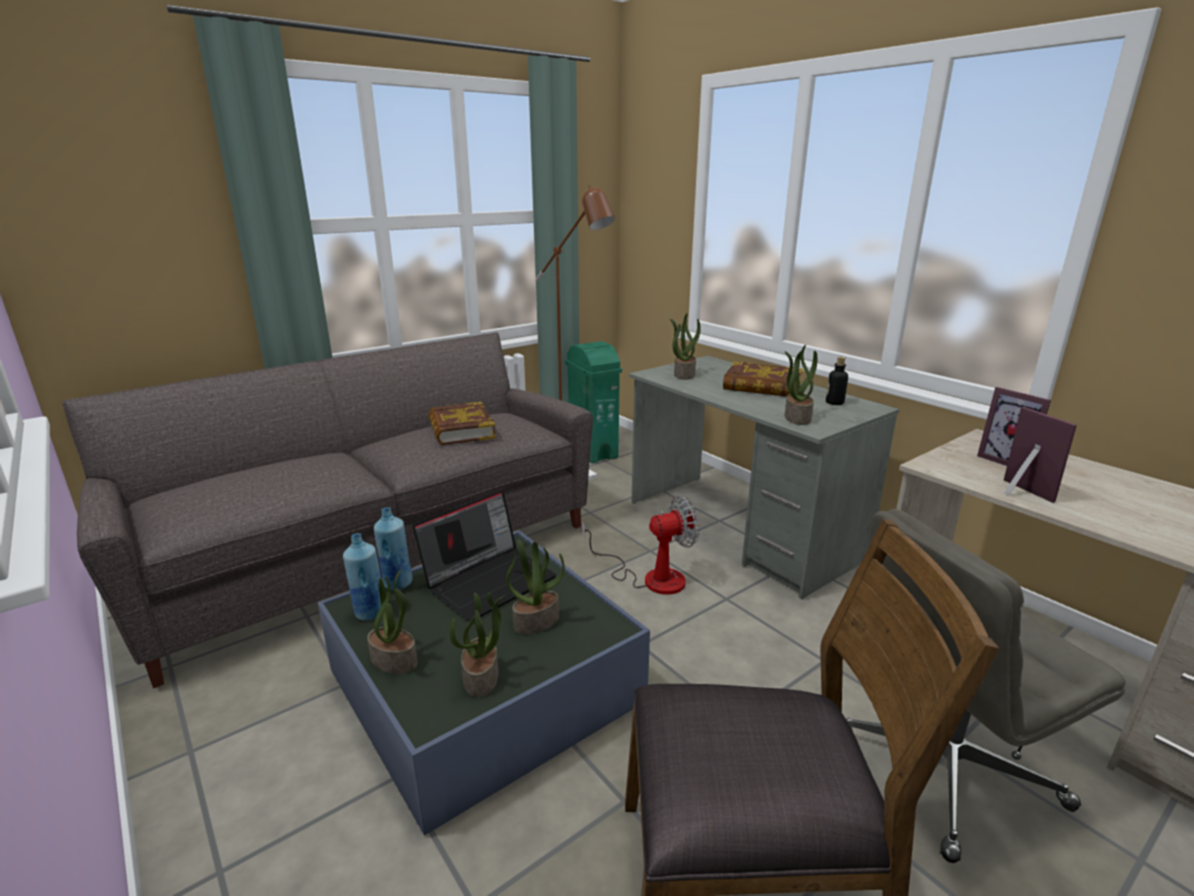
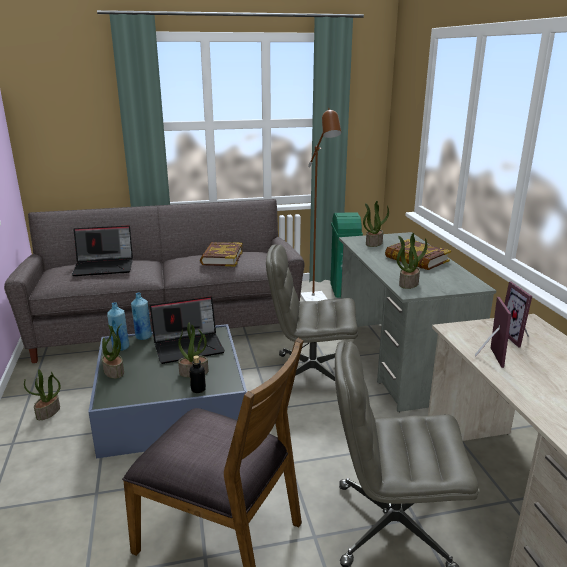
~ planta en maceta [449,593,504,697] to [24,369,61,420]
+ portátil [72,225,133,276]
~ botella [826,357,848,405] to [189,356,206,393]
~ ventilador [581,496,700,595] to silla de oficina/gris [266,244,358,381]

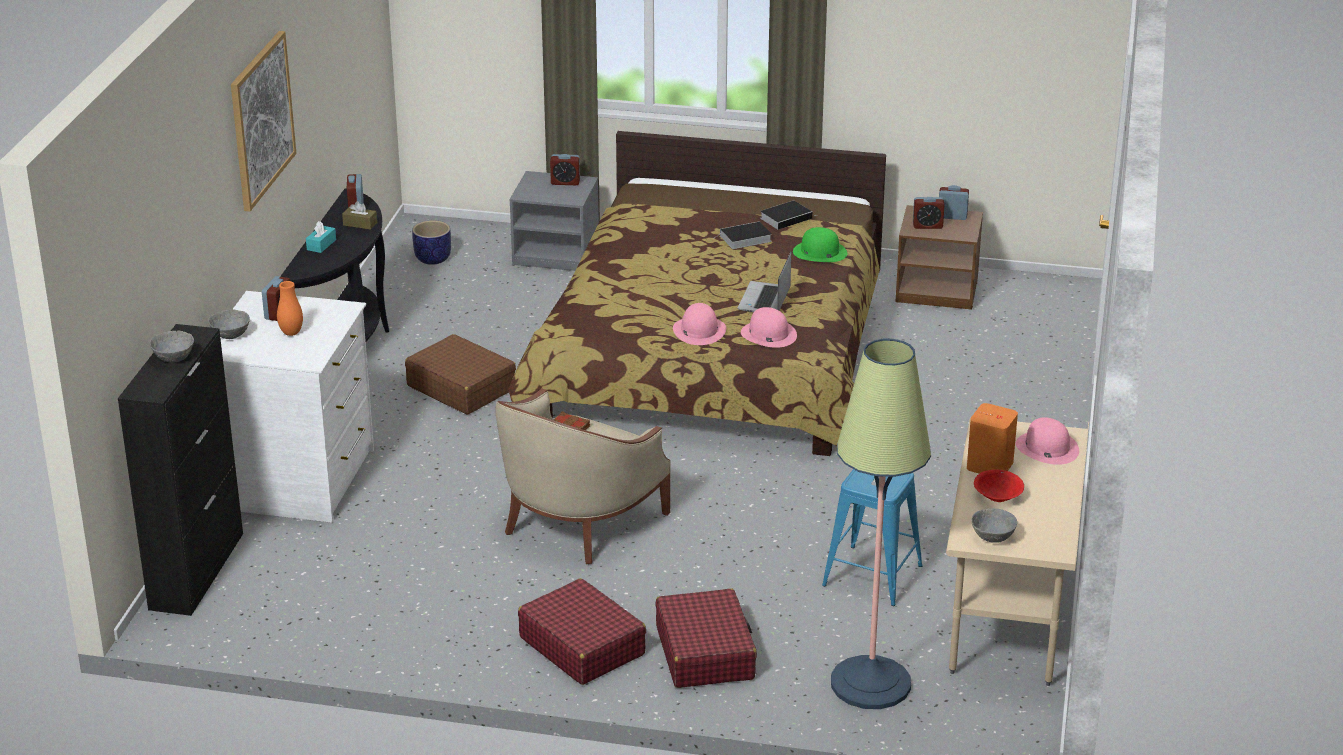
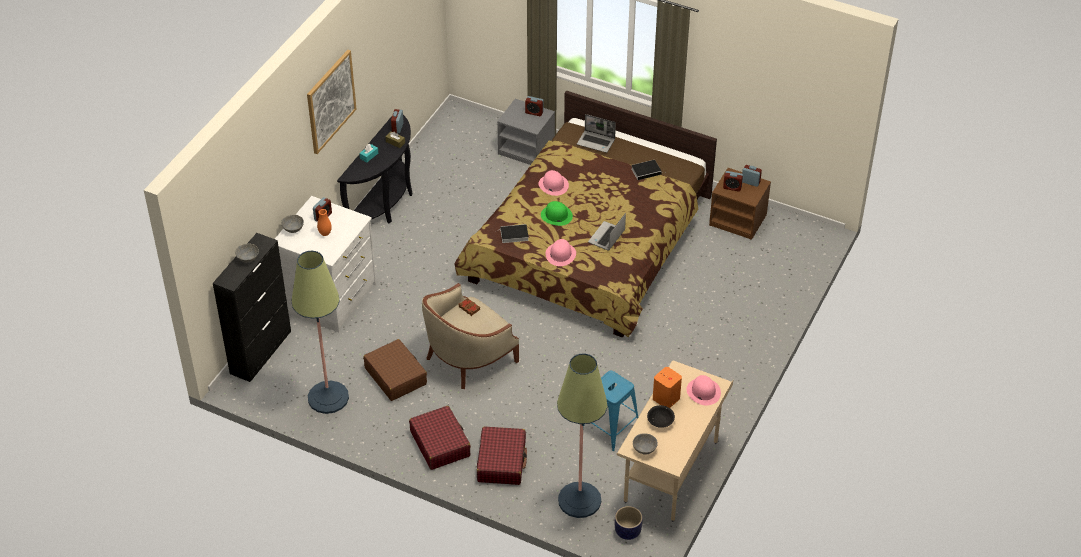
+ lámpara de pie [292,250,349,414]
~ maleta/marrón [405,334,516,414] to [363,339,427,401]
~ libro [713,221,772,249] to [500,224,529,243]
~ sombrero/rosa [741,307,797,348] to [538,170,569,196]
~ sombrero/verde [793,227,847,262] to [541,201,573,226]
+ portátil [577,114,616,153]
~ maceta [412,220,451,265] to [615,506,643,540]
~ cuenco/rojo [974,470,1024,502] to cuenco/negro [647,405,675,428]

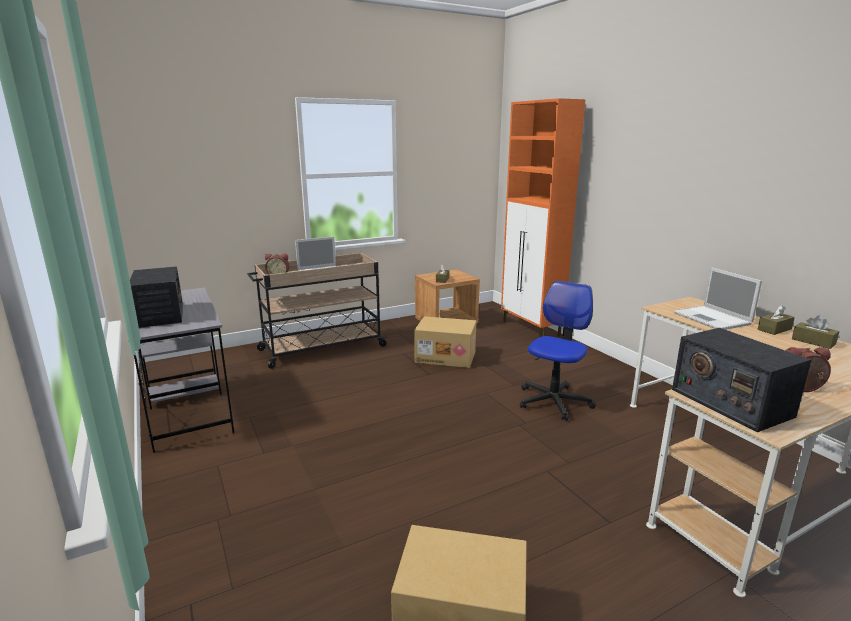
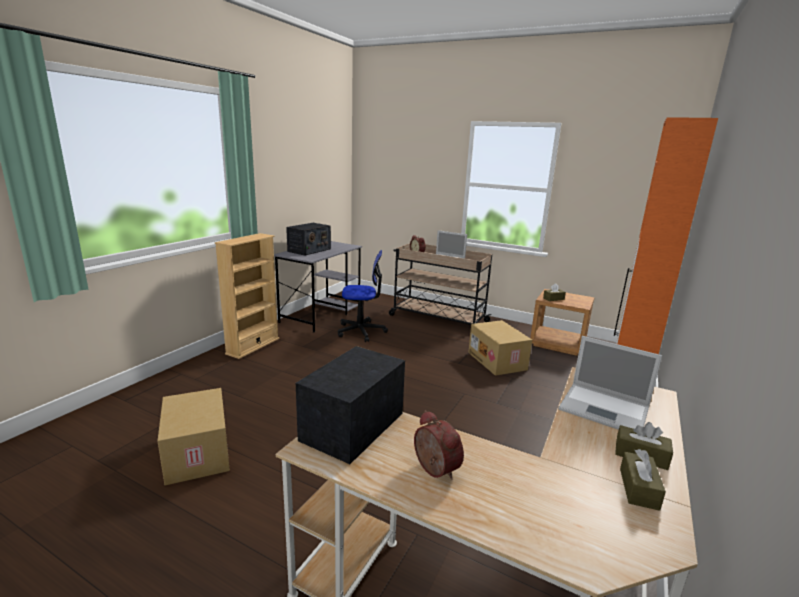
+ estantería/beis [215,233,280,359]
~ silla de oficina [520,281,596,421] to [338,250,388,342]
~ portátil [674,267,762,330] = [558,336,662,430] 90 degrees counterclockwise

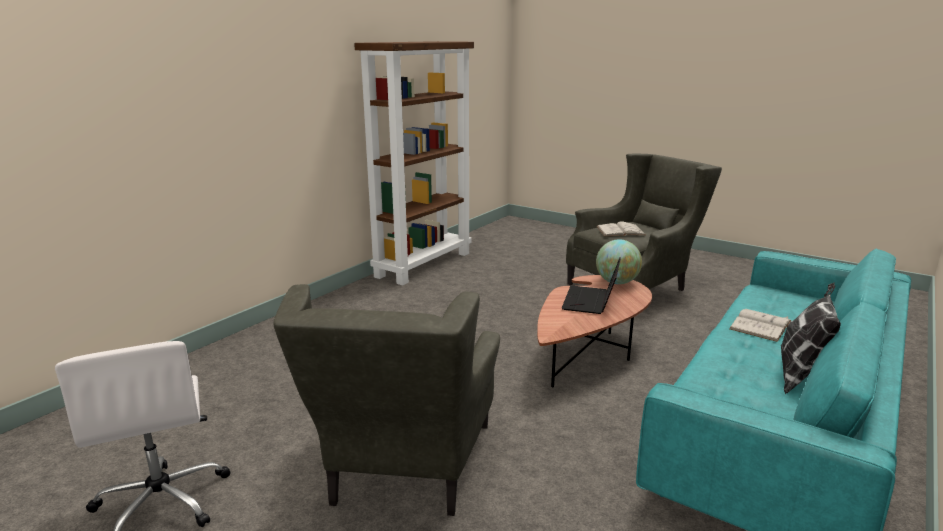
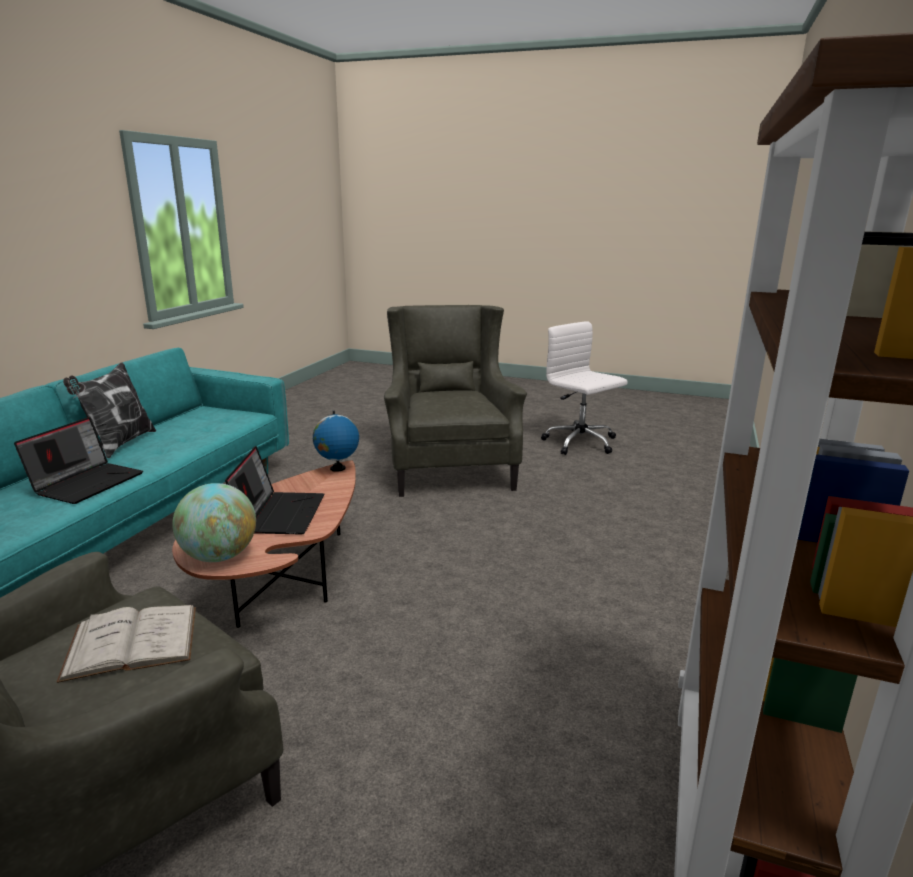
~ libro/blanco [729,309,791,342] to portátil [14,417,143,504]
+ globo terráqueo [313,411,359,472]

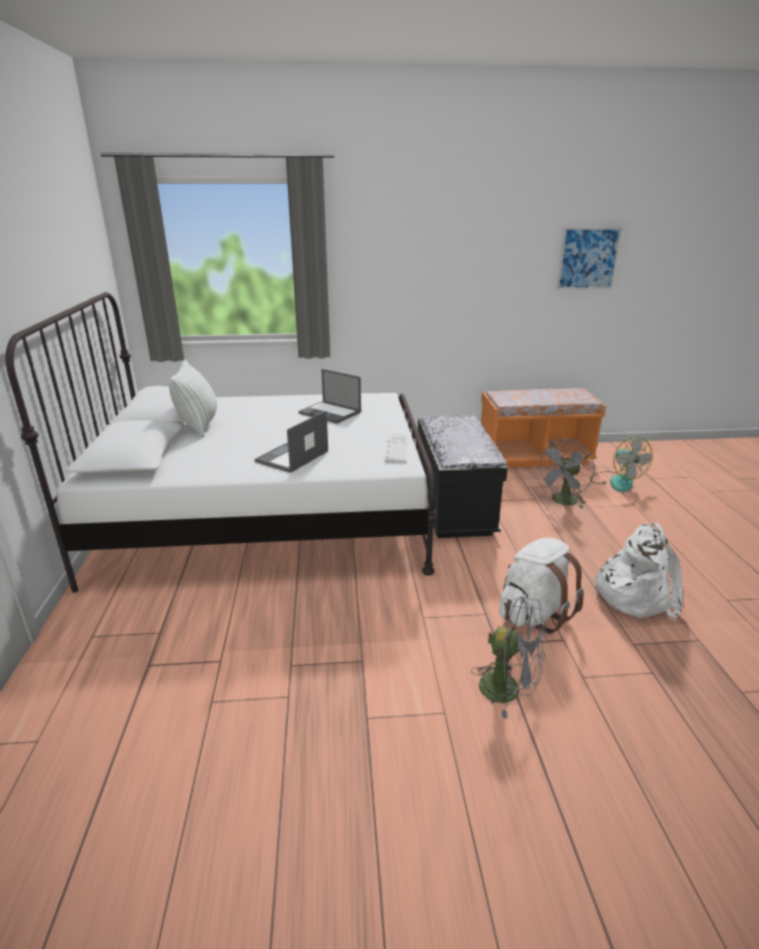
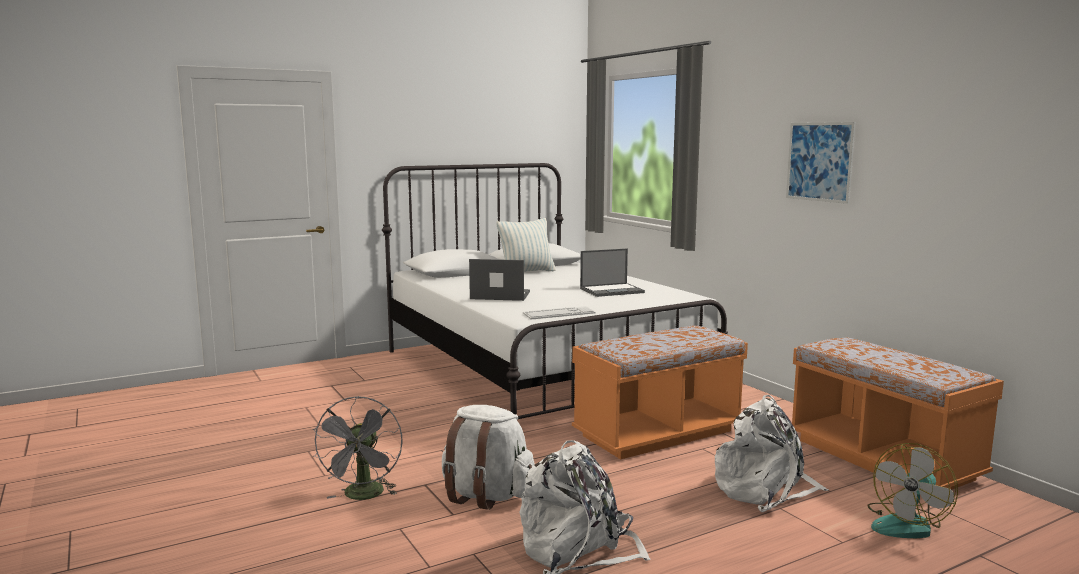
~ banco/negro [418,415,508,538] to banco/naranja [572,325,748,459]
~ portátil [298,369,361,424] = [580,248,645,297] 120 degrees counterclockwise
~ ventilador/gris [536,439,595,508] to mochila/blanco [715,395,829,512]
~ cuadro [557,227,623,290] to [786,122,856,204]

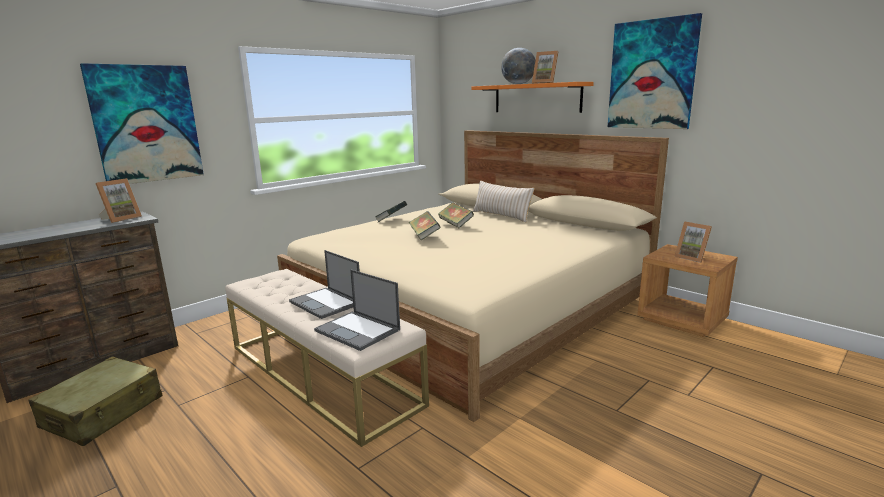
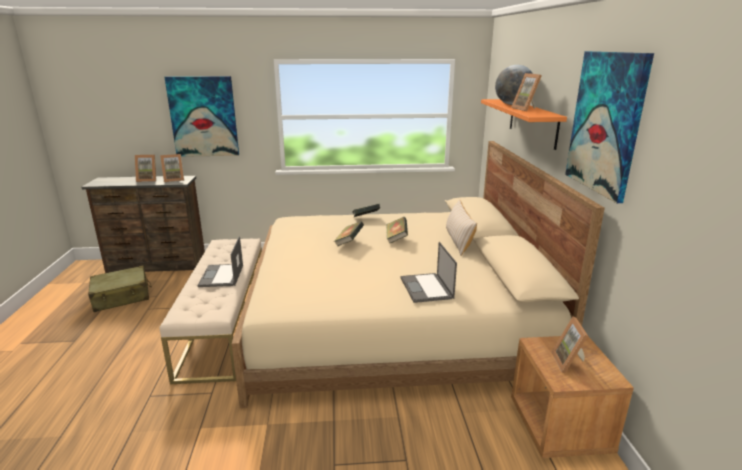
+ portarretratos [135,155,156,182]
~ portátil [314,269,400,351] to [401,242,457,303]

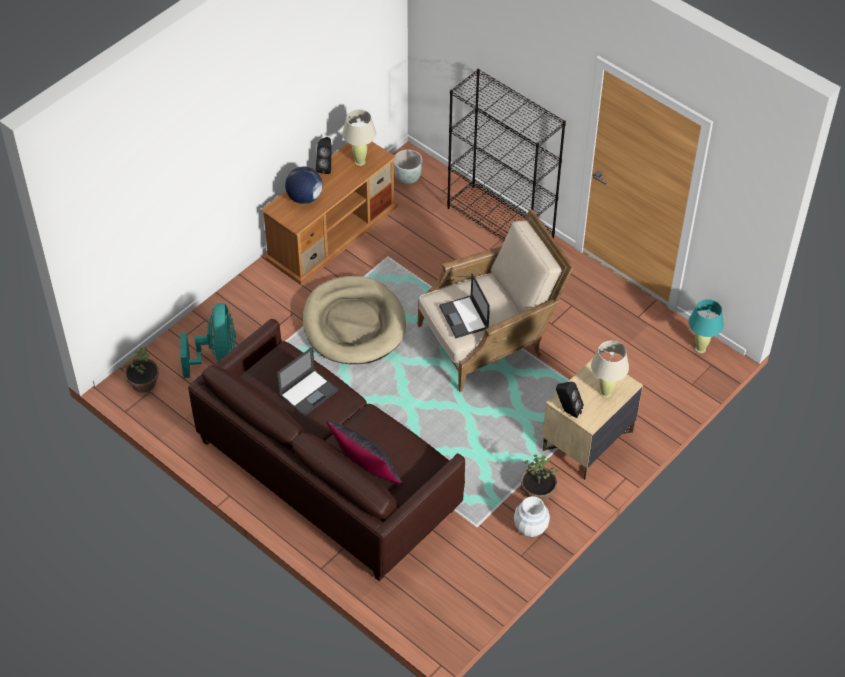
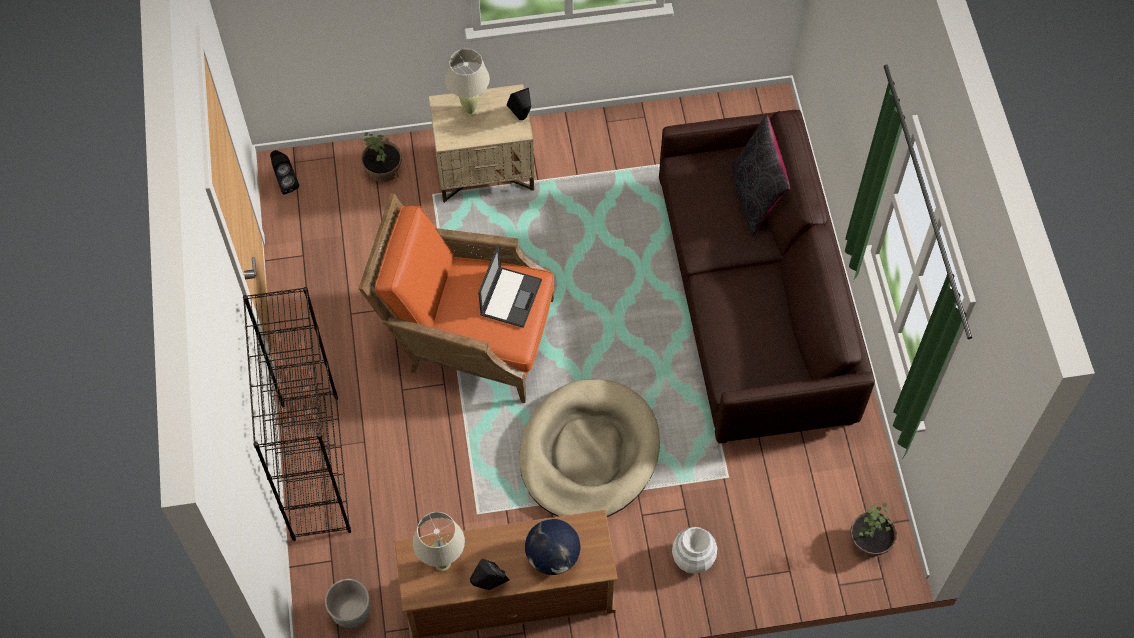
~ lámpara de mesa/turquesa [689,299,724,353] to altavoz/negro [270,150,299,195]
~ sillón/beis [418,209,574,392] to sillón/naranja [358,193,554,403]
~ planta en maceta [520,454,559,502] to [361,132,402,182]
~ florero/blanco [514,496,550,538] to [672,527,717,574]
- ventilador/turquesa [180,303,236,378]
- portátil [277,347,338,417]

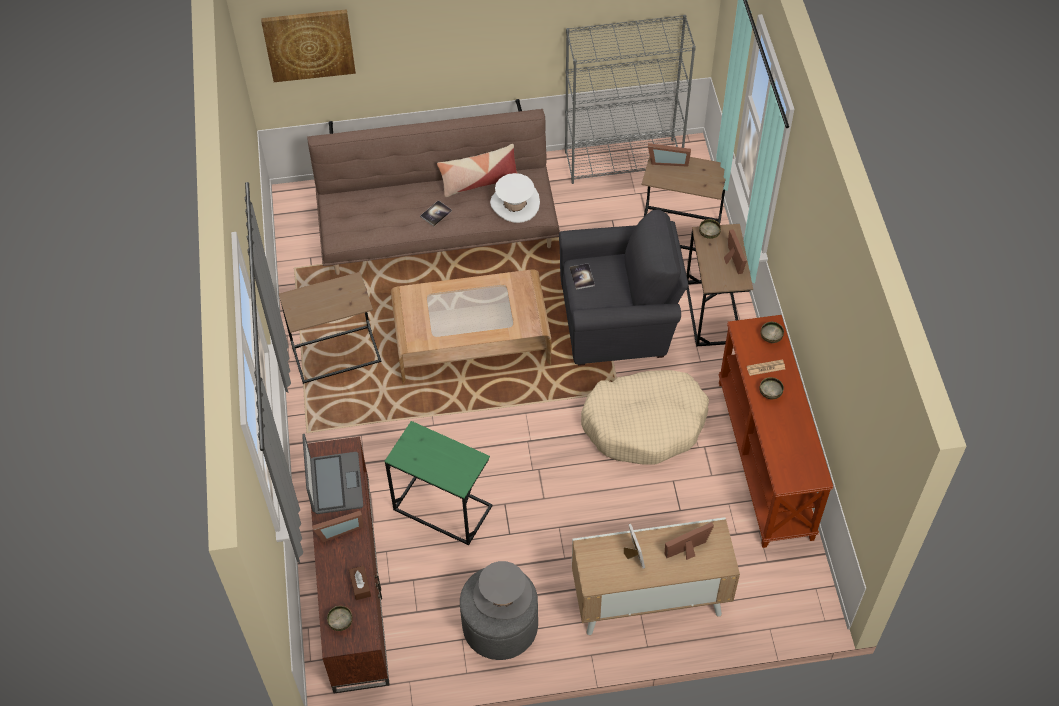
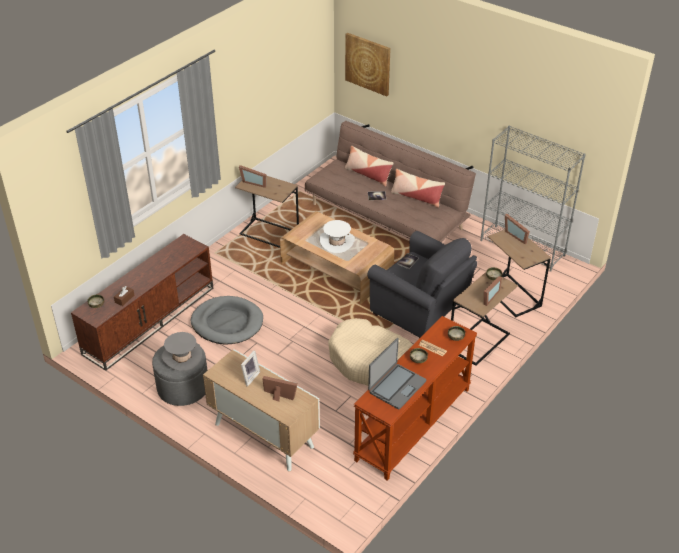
~ mesa auxiliar/verde [384,421,493,545] to cama para perro/gris [191,296,263,344]
~ portarretratos [312,511,363,542] to [239,165,266,188]
~ sombrero/blanco [490,173,540,223] to [319,220,355,253]
+ cojín [345,146,394,187]
~ portátil [302,434,363,514] to [368,338,426,409]

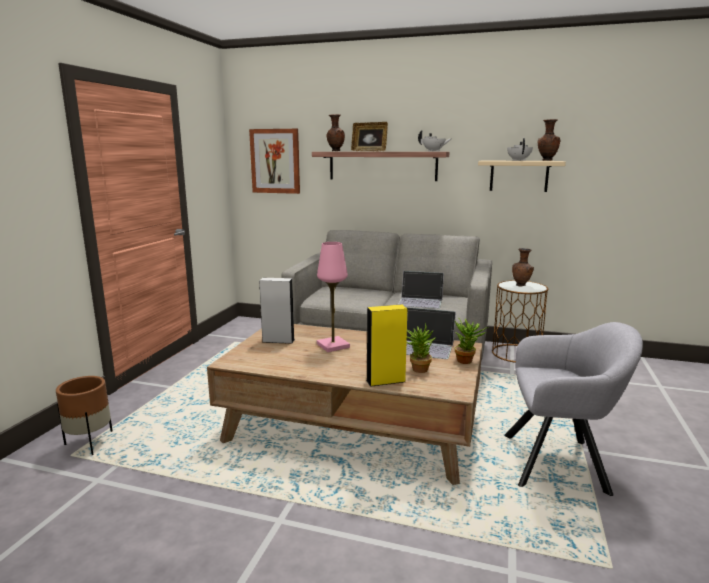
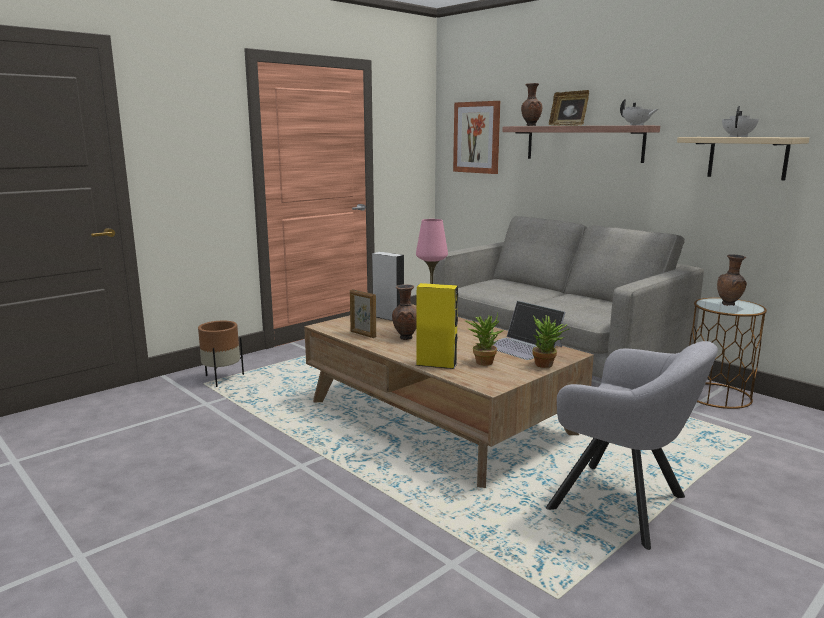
+ portarretratos [350,289,376,338]
~ florero/marrón [538,119,560,161] to [392,284,417,340]
- portátil [398,271,444,309]

